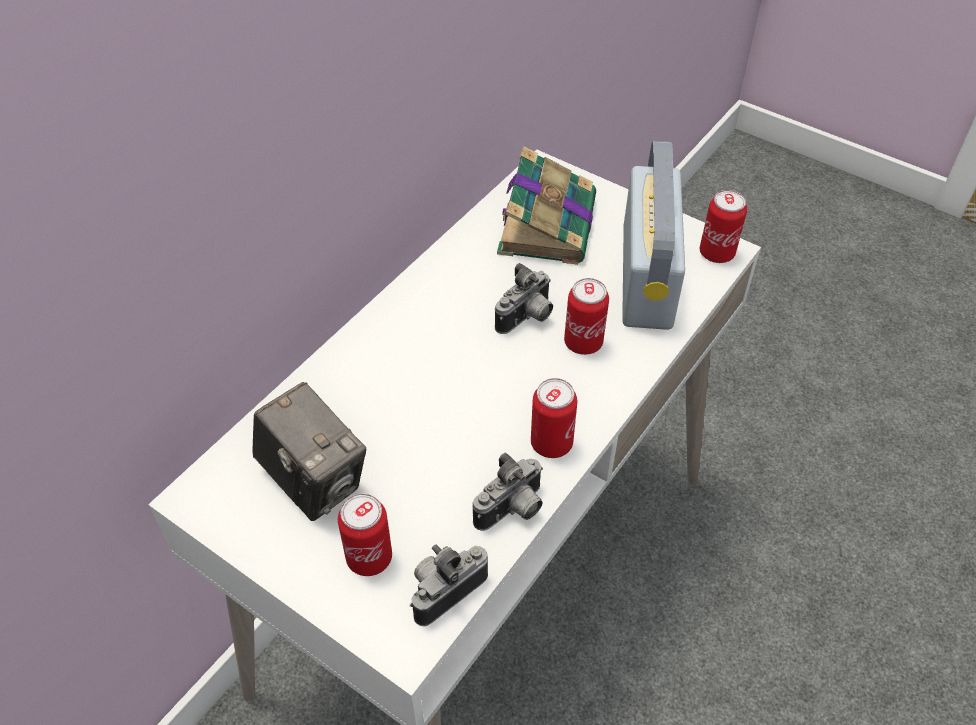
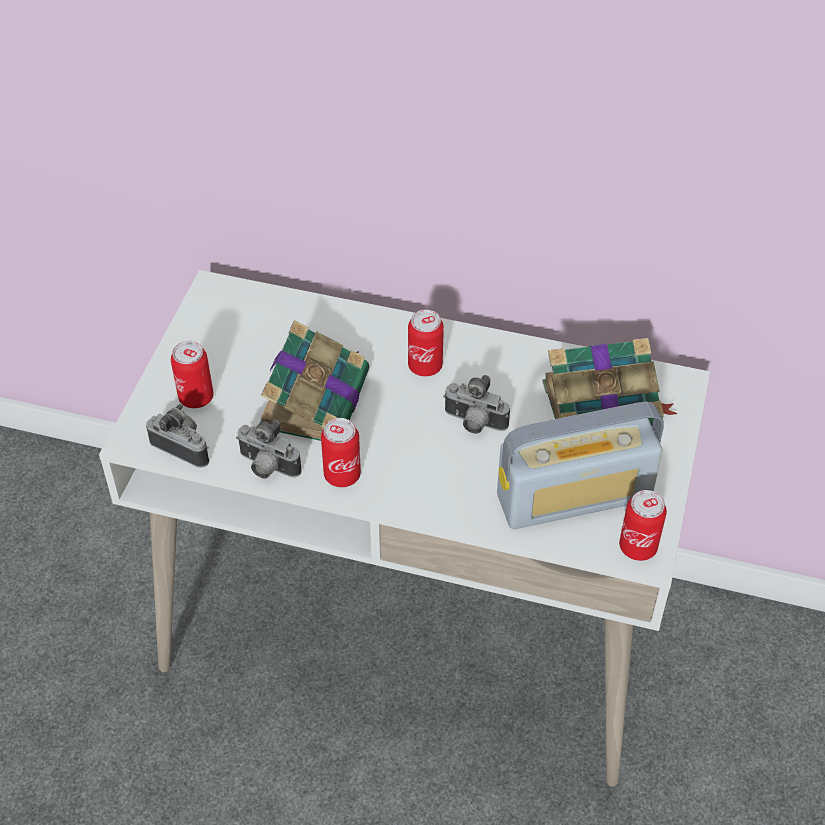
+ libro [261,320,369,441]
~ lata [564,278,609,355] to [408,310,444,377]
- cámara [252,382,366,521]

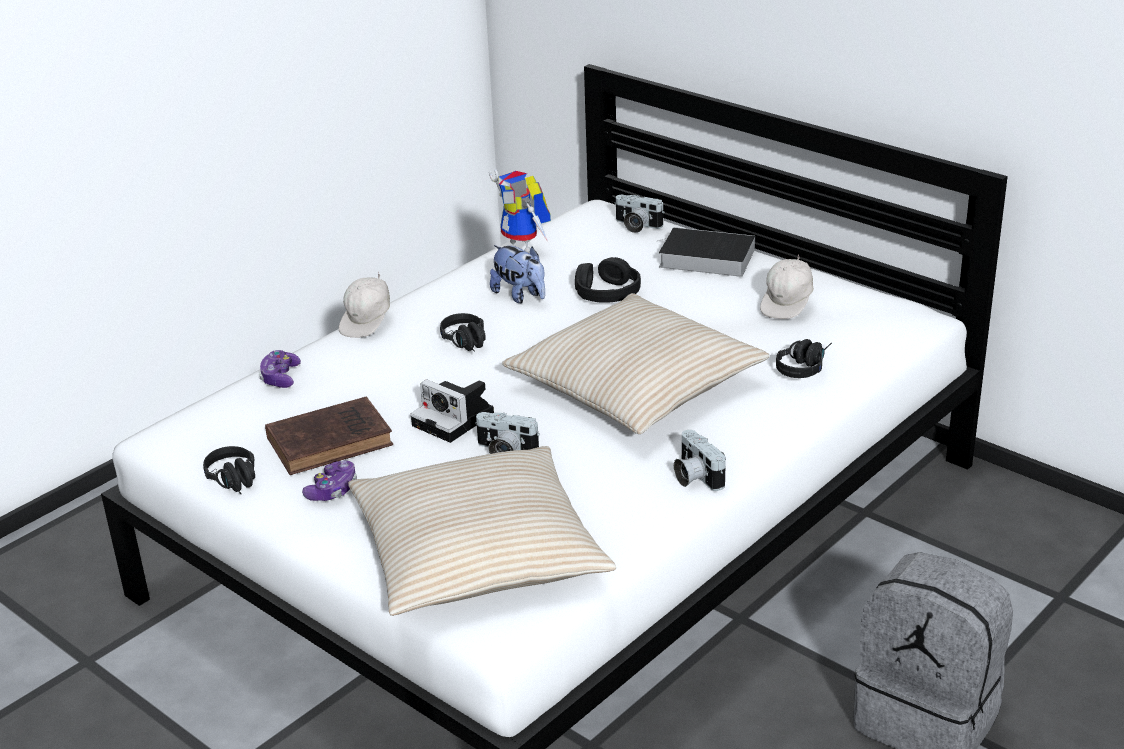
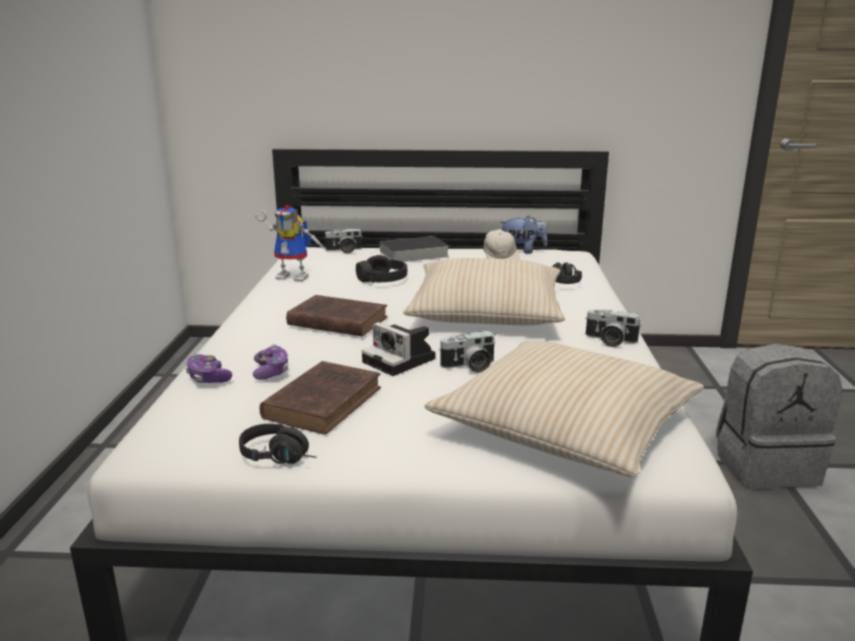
~ mando de consola [302,460,357,501] to [253,344,288,380]
~ auriculares/negro [440,313,486,352] to libro/marrón [286,295,388,337]
~ cámara [411,379,494,443] = [362,322,435,376] 45 degrees clockwise
~ peluche [490,245,545,303] to [500,215,547,254]
- gorra/blanco [339,272,390,338]

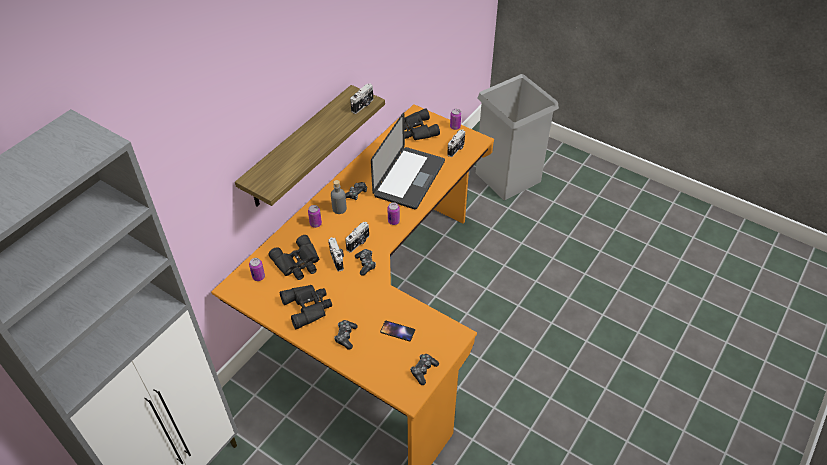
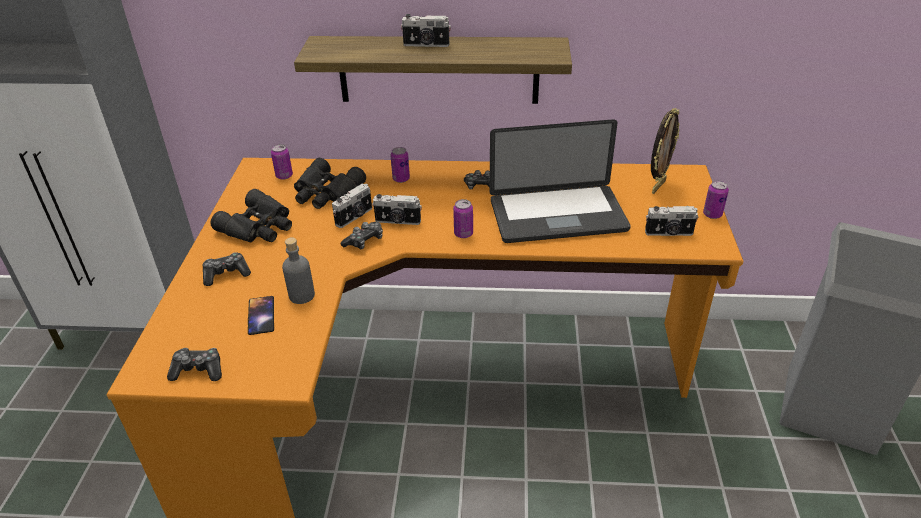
~ botella/gris [331,180,347,214] to [282,237,315,304]
~ cámara [350,83,373,114] to [401,14,451,47]
~ prismáticos/negro [404,108,440,140] to portarretratos [651,108,679,194]

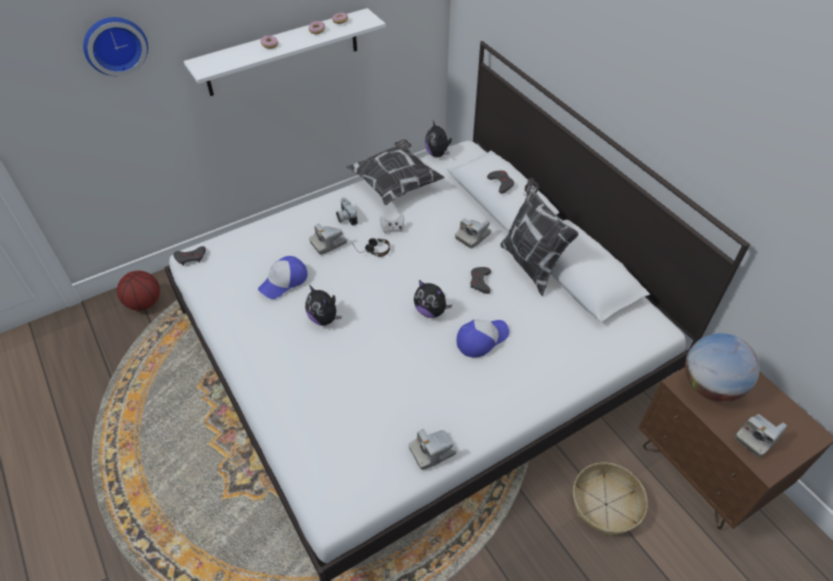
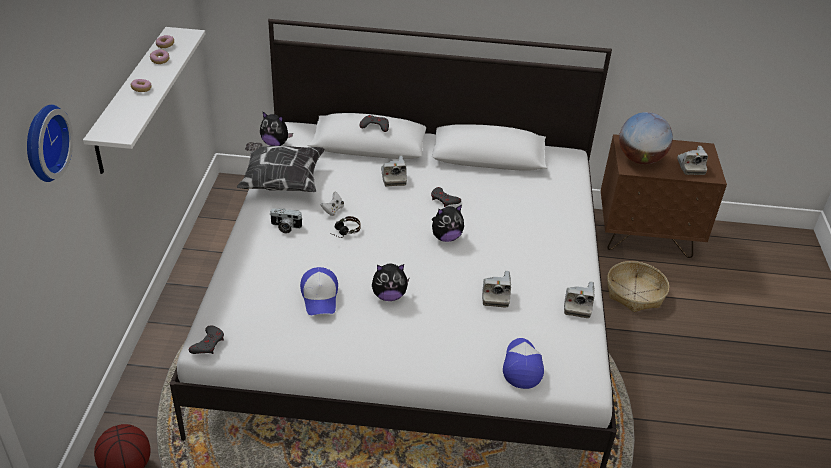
~ cámara [309,224,347,255] to [482,271,511,307]
~ gorra [456,319,509,358] to [503,338,544,389]
- cojín [500,178,579,296]

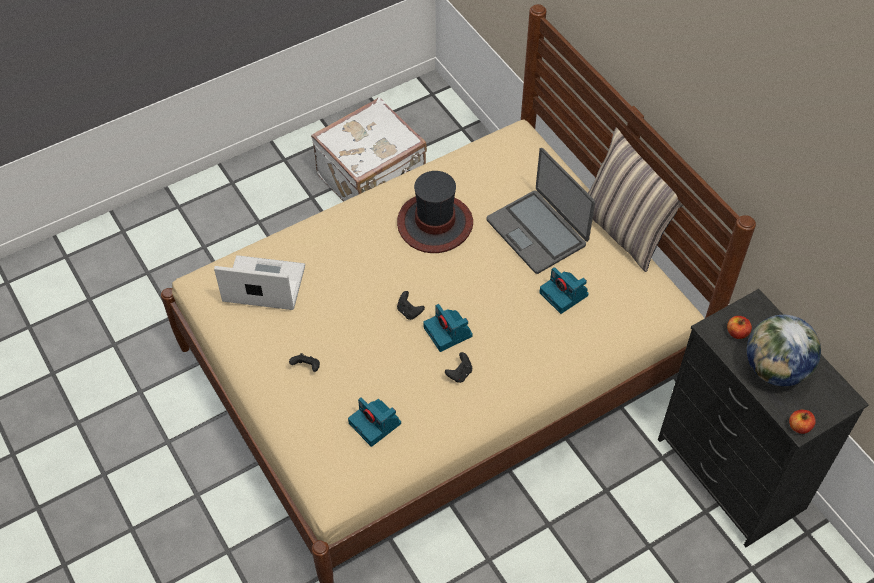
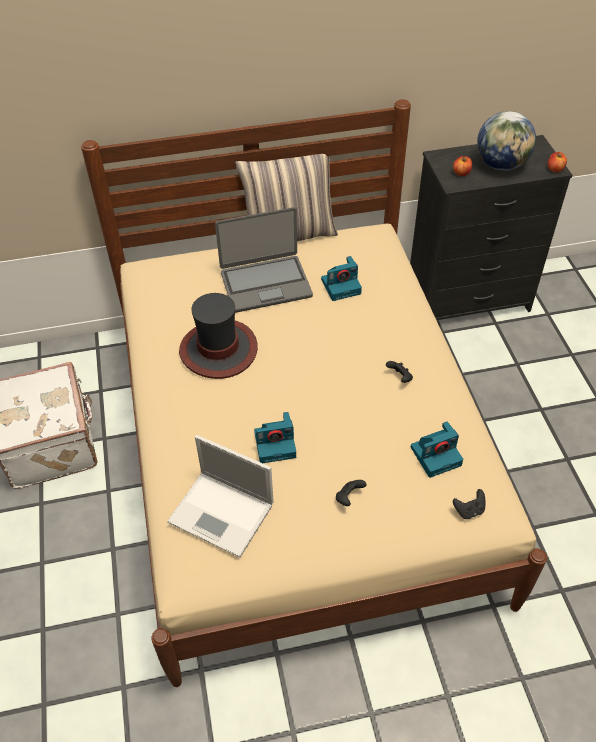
~ portátil [214,255,305,310] = [167,435,274,557] 90 degrees counterclockwise
~ cámara [423,304,473,352] to [254,412,296,463]
~ mando de consola/negro [397,291,425,320] to [453,489,485,519]

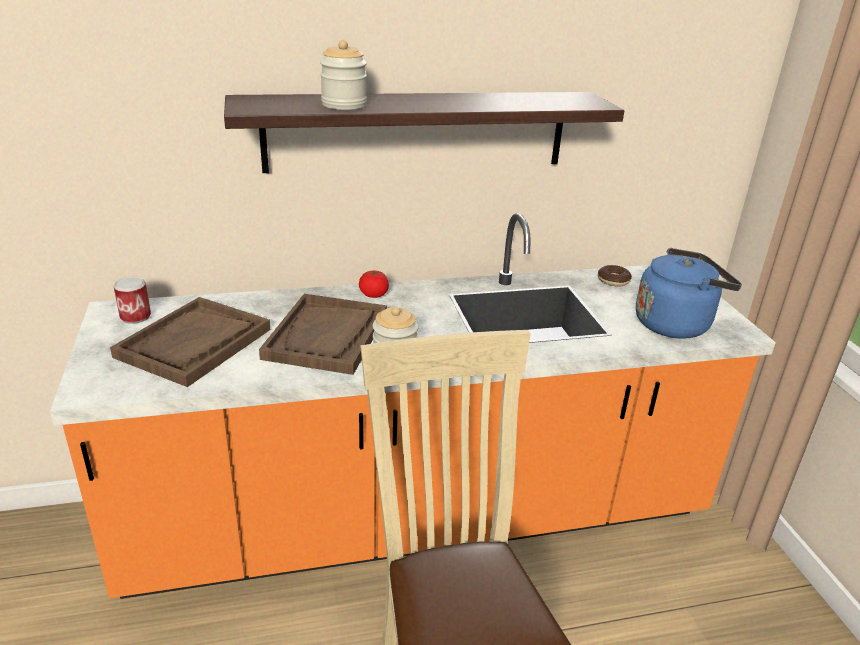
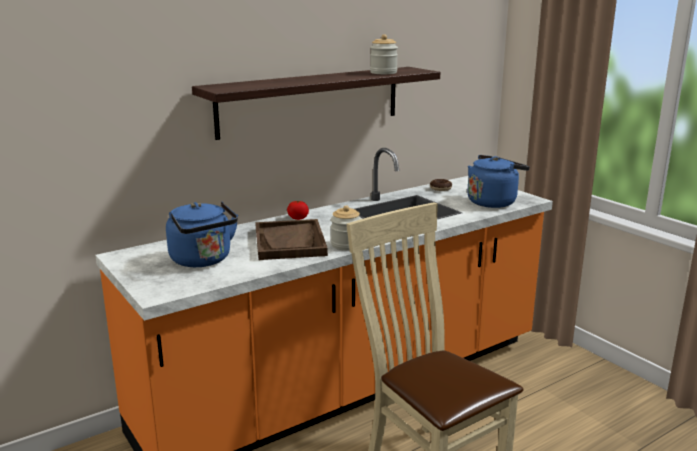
~ bandeja/marrón [110,297,270,387] to hervidor/azul [166,202,238,267]
~ tarro [320,40,367,110] to [370,34,398,74]
- lata [114,277,151,324]

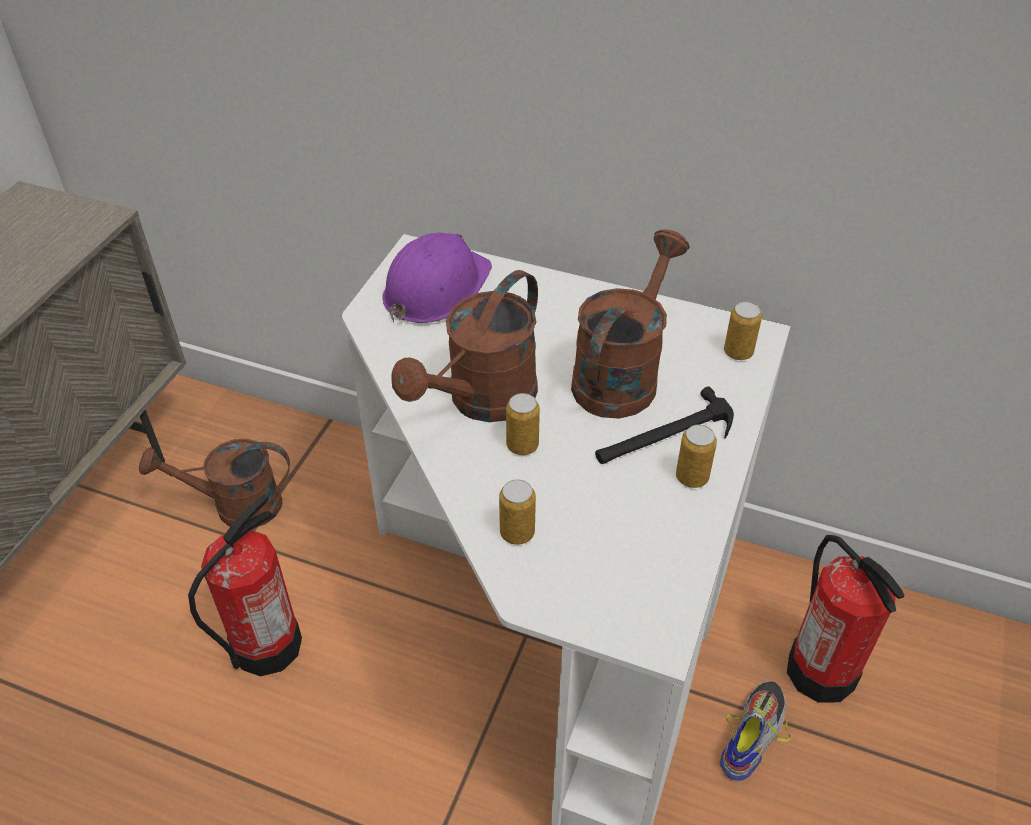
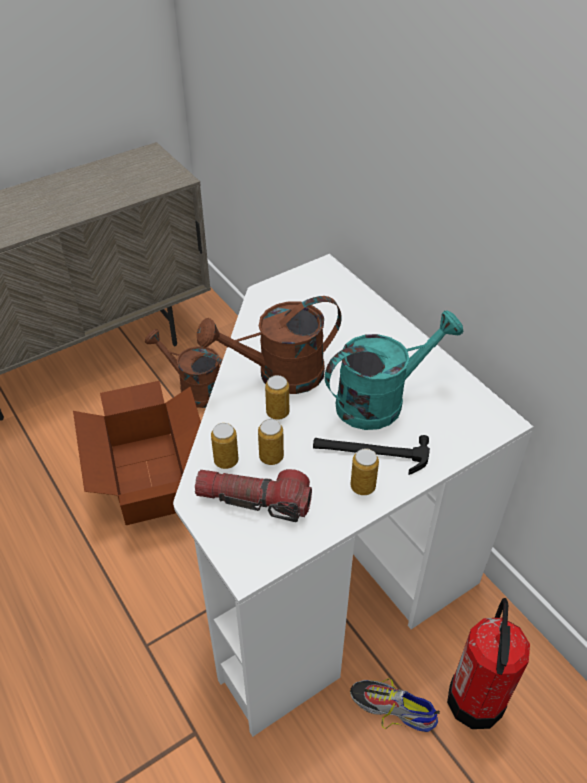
~ extintor [188,494,302,676] to caja de cartón [73,381,201,525]
+ linterna [195,469,312,522]
~ lata [724,302,762,360] to [258,419,284,465]
~ regadera/marrón [571,229,690,419] to regadera/turquesa [325,310,463,430]
~ zapato [720,681,791,781] = [350,678,440,732] 135 degrees counterclockwise
- casco/morado [383,233,492,323]

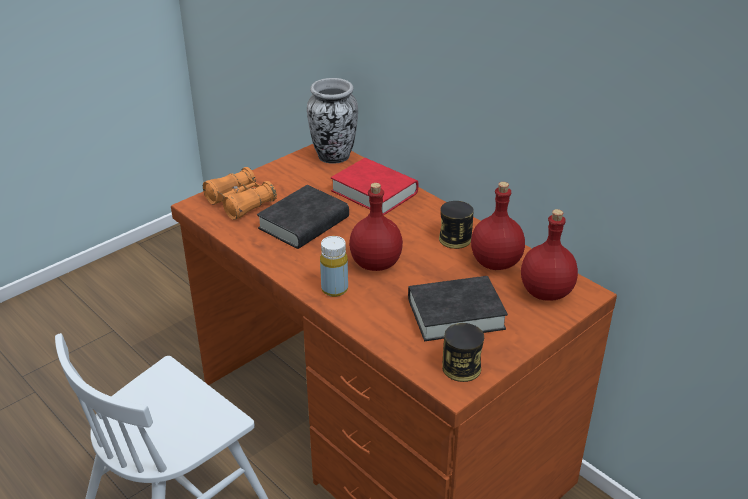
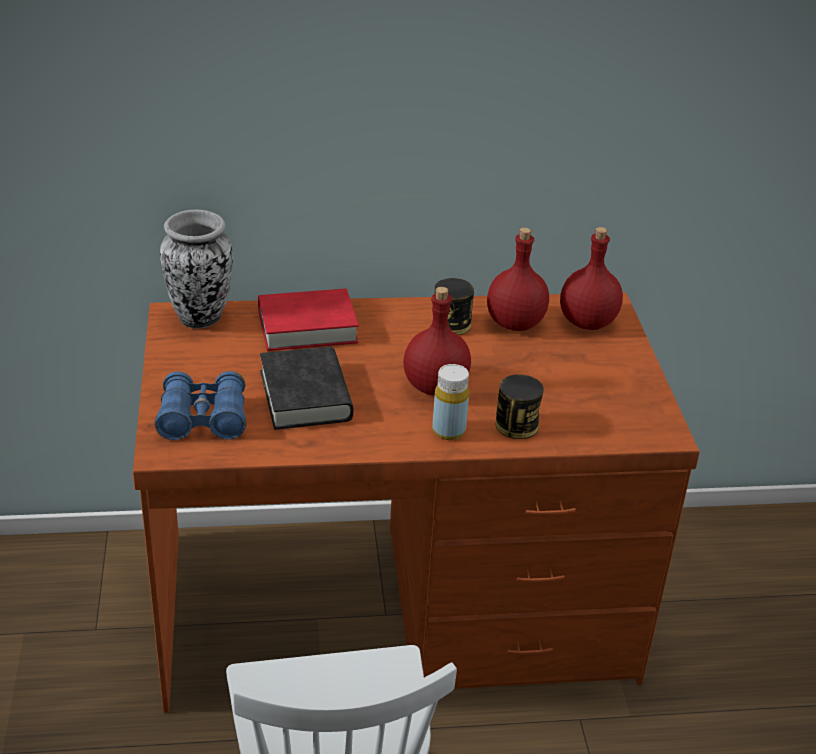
~ prismáticos/naranja [203,167,277,220] to prismáticos/azul [155,371,246,440]
~ lata [442,323,484,382] to [496,374,544,439]
- libro/negro [408,276,508,341]

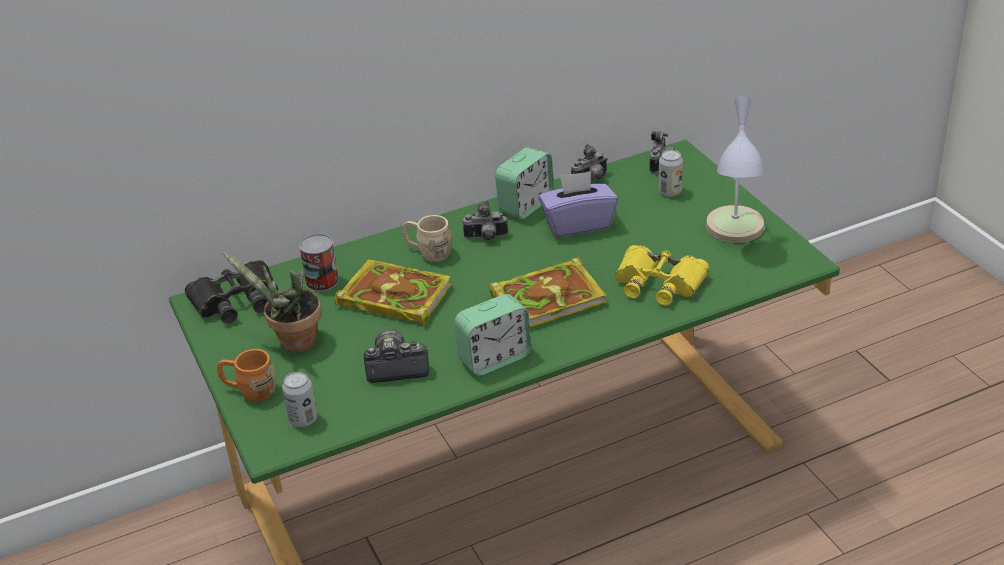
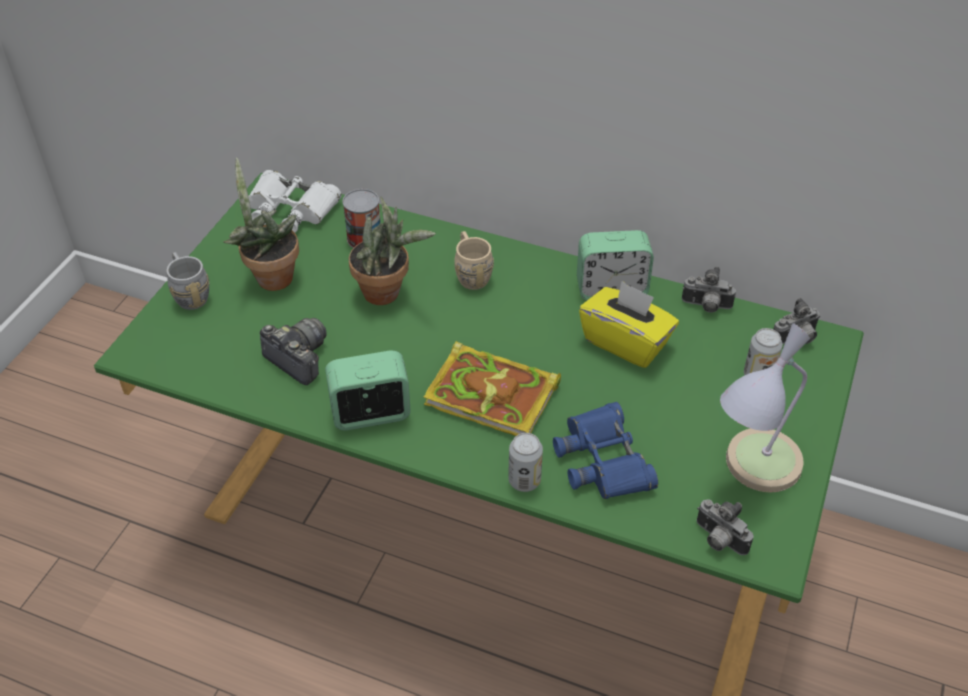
~ taza grande/naranja [217,349,276,402] to taza grande/gris [166,252,210,310]
~ prismáticos/negro [185,260,278,323] to prismáticos/blanco [248,170,341,233]
~ despertador [454,294,531,376] = [325,350,411,431] 150 degrees clockwise
~ libro [334,259,452,325] to planta en maceta [349,197,436,305]
~ lata [282,372,317,427] to [508,433,543,492]
~ prismáticos/amarillo [615,245,710,306] to prismáticos/azul [553,402,658,499]
~ caja de pañuelos/morado [538,171,618,237] to caja de pañuelos/amarillo [579,281,679,368]
~ cámara [463,201,508,241] to [697,499,754,555]

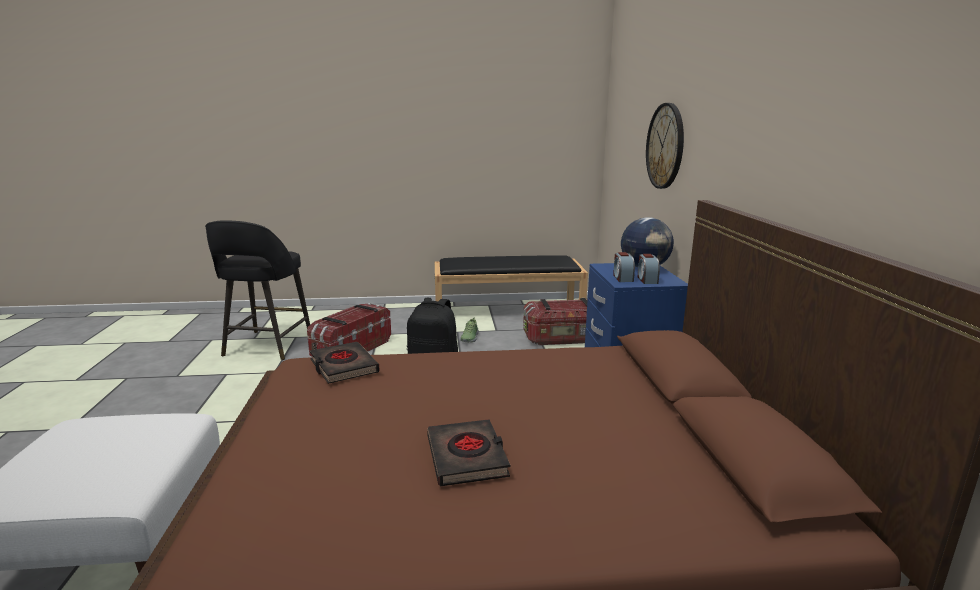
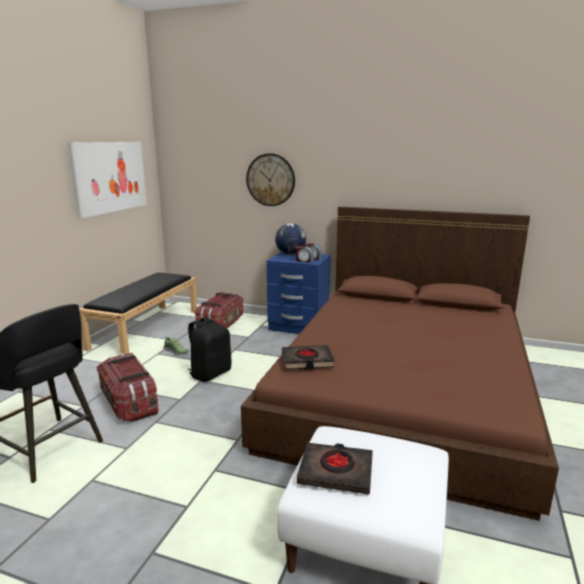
+ cuadro [67,142,147,218]
~ libro/negro [427,419,510,486] to [297,443,373,495]

